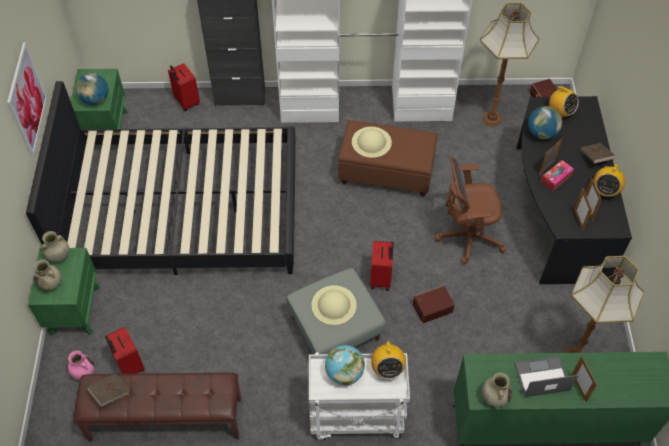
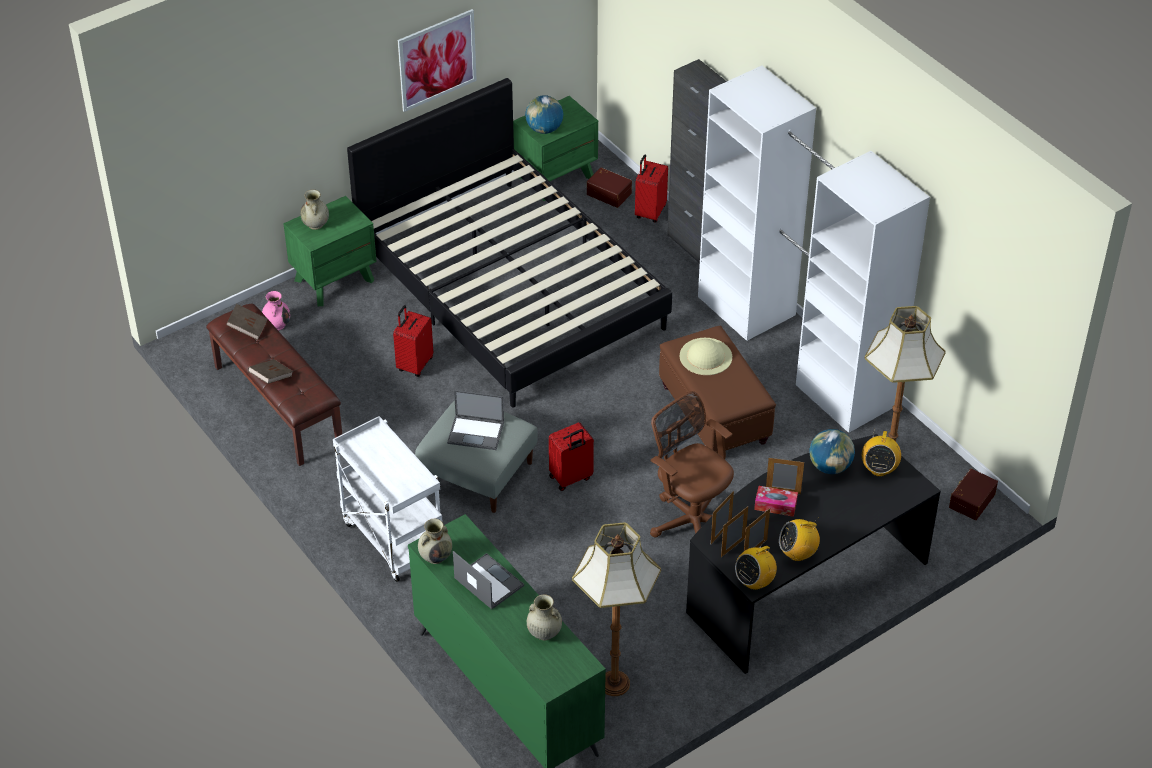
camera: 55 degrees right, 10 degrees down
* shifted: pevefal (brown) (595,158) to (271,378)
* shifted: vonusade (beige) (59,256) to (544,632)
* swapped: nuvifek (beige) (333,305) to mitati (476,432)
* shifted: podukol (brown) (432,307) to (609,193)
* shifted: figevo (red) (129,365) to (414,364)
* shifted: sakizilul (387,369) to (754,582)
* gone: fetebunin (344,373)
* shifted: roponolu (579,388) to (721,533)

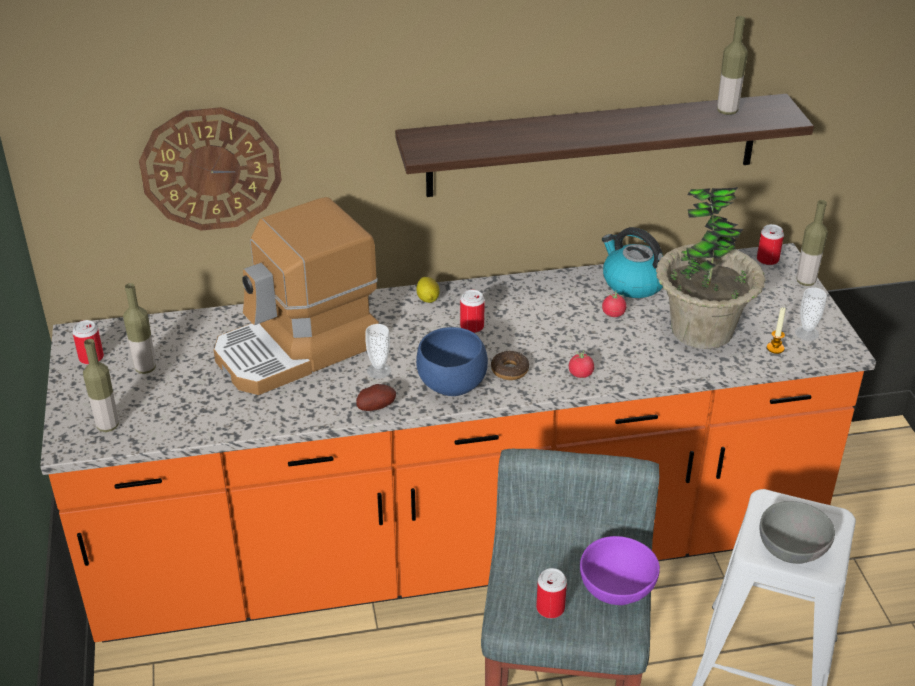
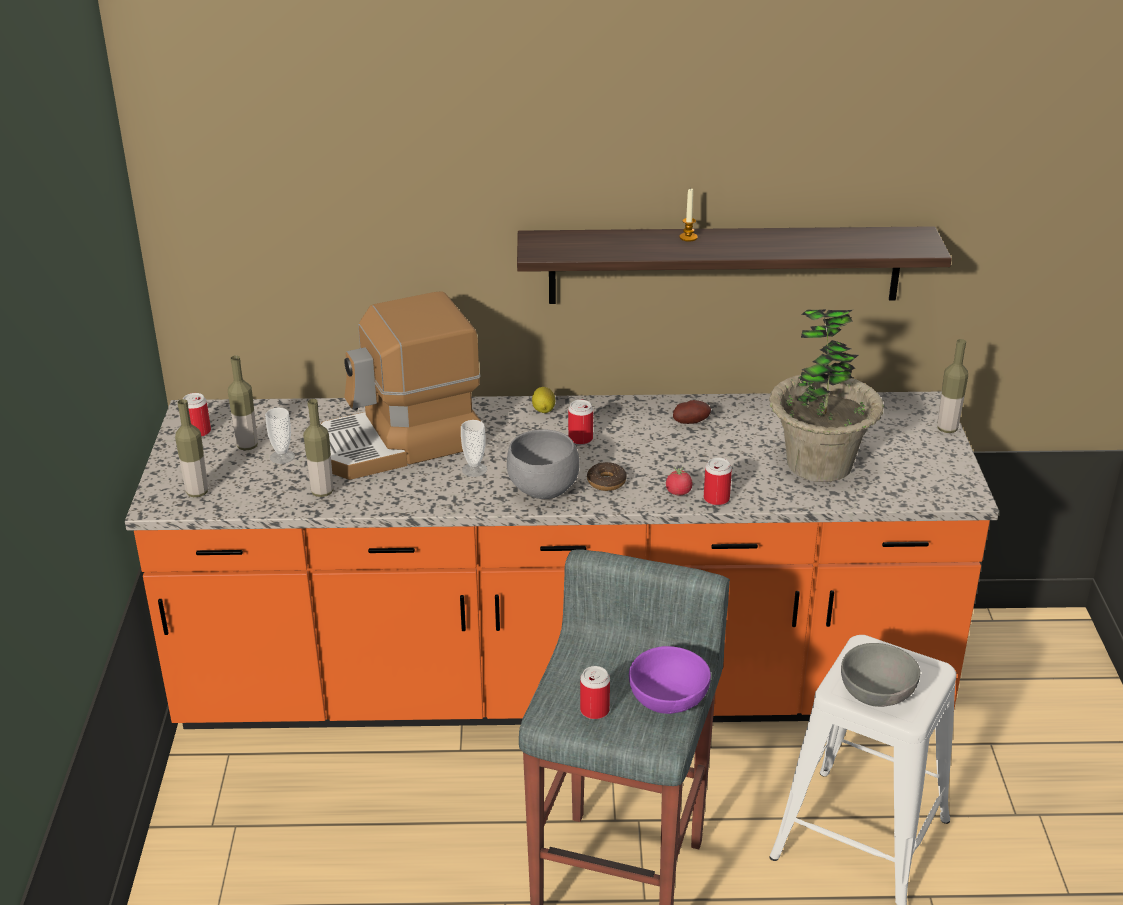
camera: 10 degrees right, 5 degrees down
* shifted: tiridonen (727,111) to (322,492)
* gone: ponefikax (211,169)
* shifted: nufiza (767,260) to (716,499)
* gone: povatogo (633,282)
* shifted: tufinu (806,333) to (282,457)
* gone: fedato (613,314)
* shifted: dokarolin (775,348) to (688,237)
* repainted: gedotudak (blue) (453,387) to gedotudak (grey) (544,491)
* shifted: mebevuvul (376,407) to (690,422)

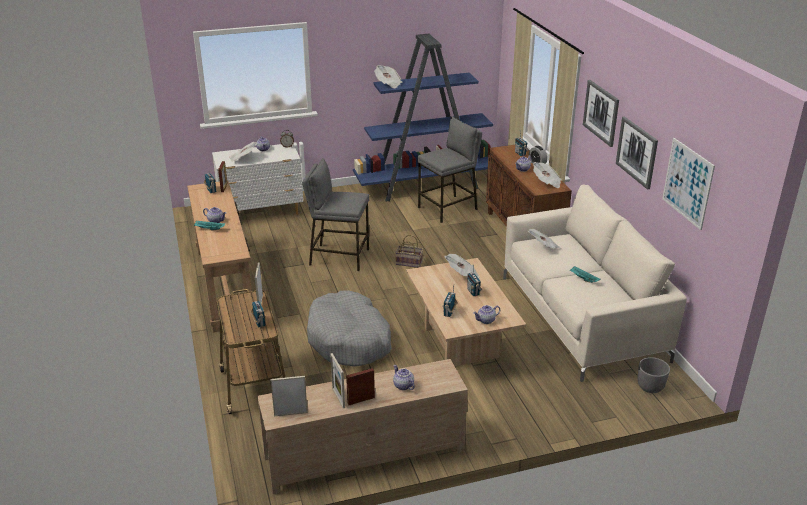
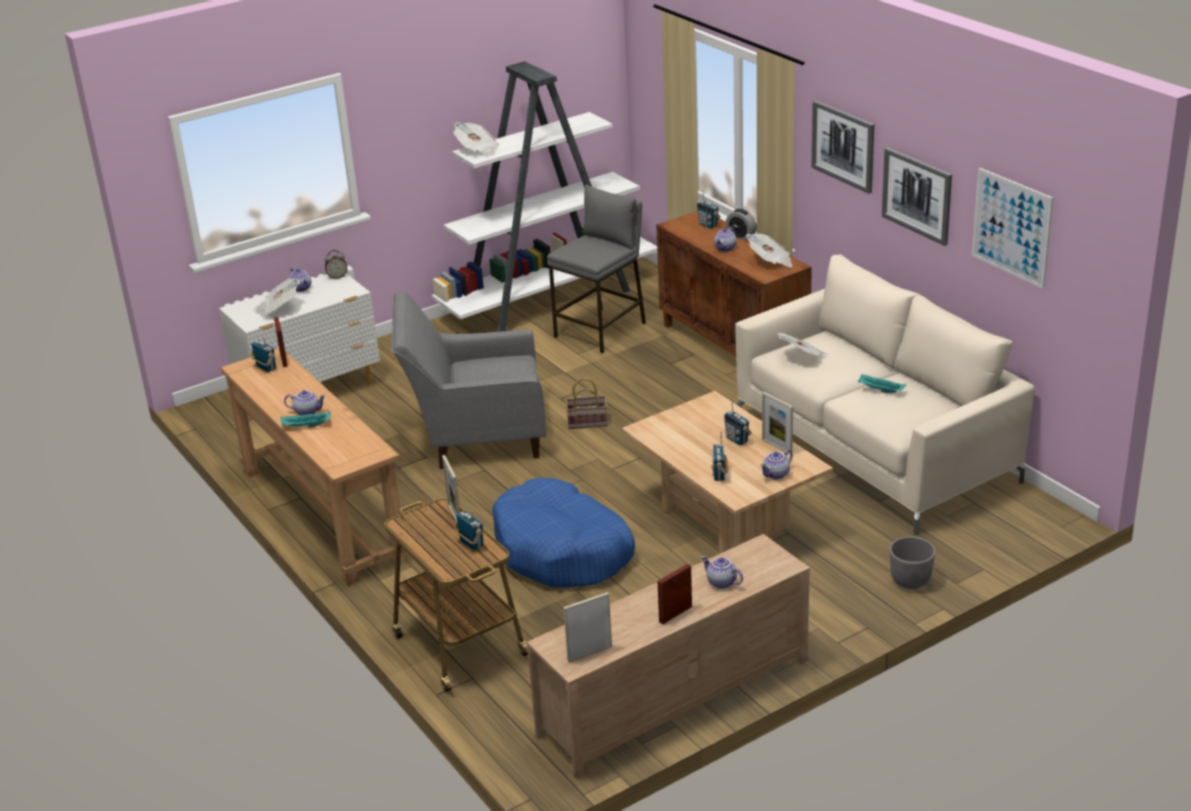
camera: 15 degrees left, 0 degrees up
* repainted: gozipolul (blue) (427,185) to gozipolul (white) (550,300)
* swapped: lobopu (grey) (339,257) to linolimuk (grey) (475,435)
* gone: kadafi (462,274)
* repainted: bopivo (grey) (349,340) to bopivo (blue) (562,551)
* shifted: roponolu (338,398) to (777,447)
* shifted: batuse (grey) (650,388) to (910,582)

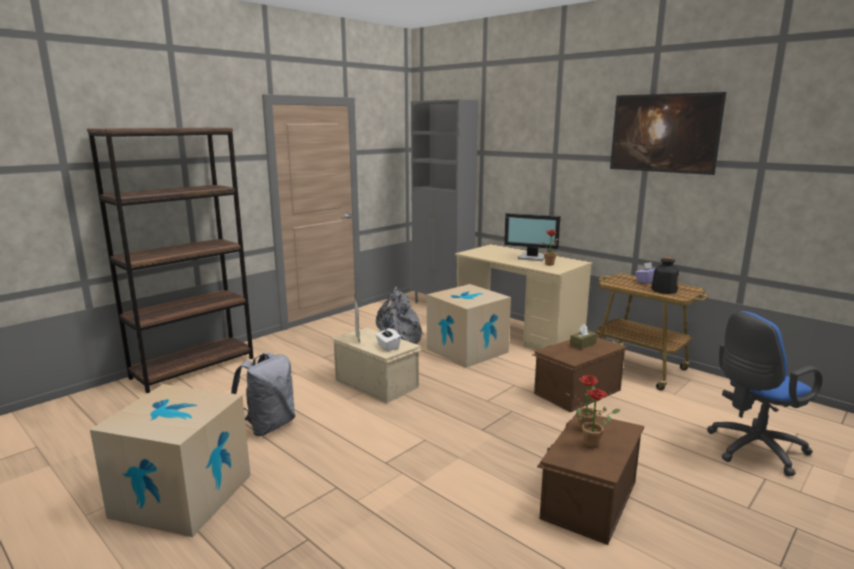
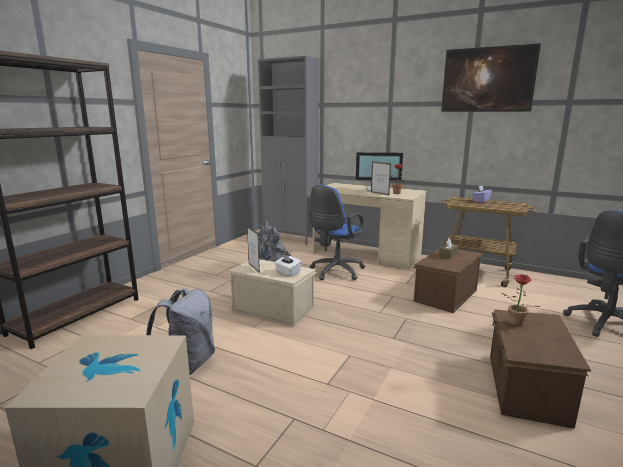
camera: 15 degrees left, 0 degrees up
* gone: tiridonen (663,290)
* swapped: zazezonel (467,350) to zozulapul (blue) (335,272)
* gone: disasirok (594,443)
* new: roponolu (379,194)

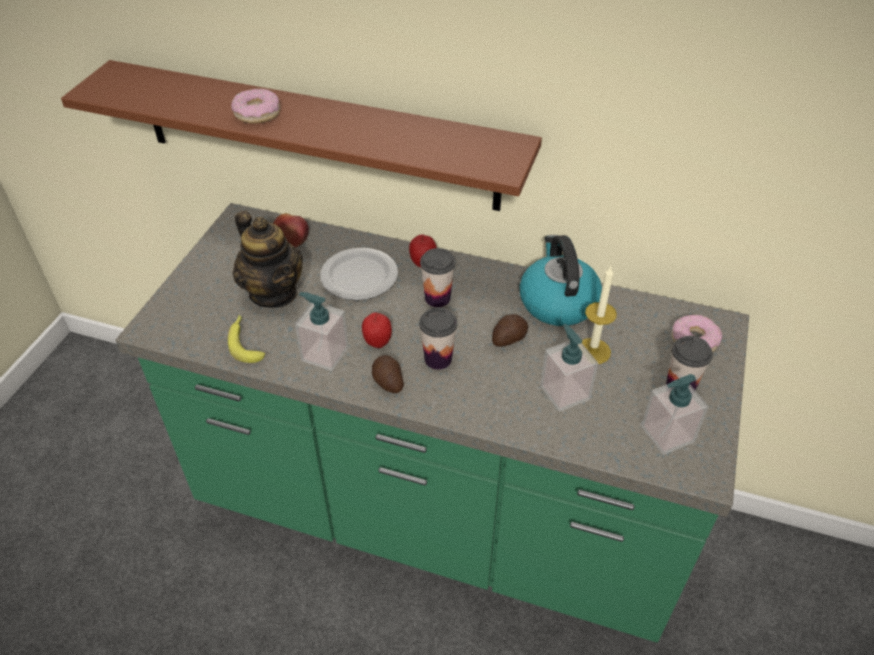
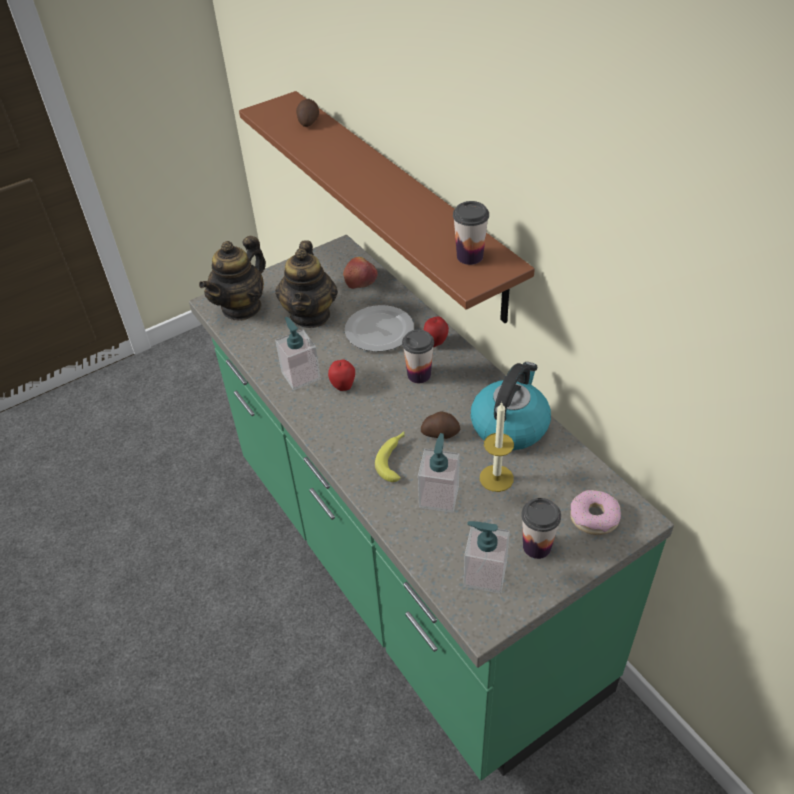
camera: 40 degrees right, 0 degrees up
* gone: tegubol (257,113)
* shifted: tufinu (438,359) to (470,256)
* shifted: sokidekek (245,342) to (394,459)
* shifted: mebevuvul (387,382) to (308,121)
* new: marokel (241,307)

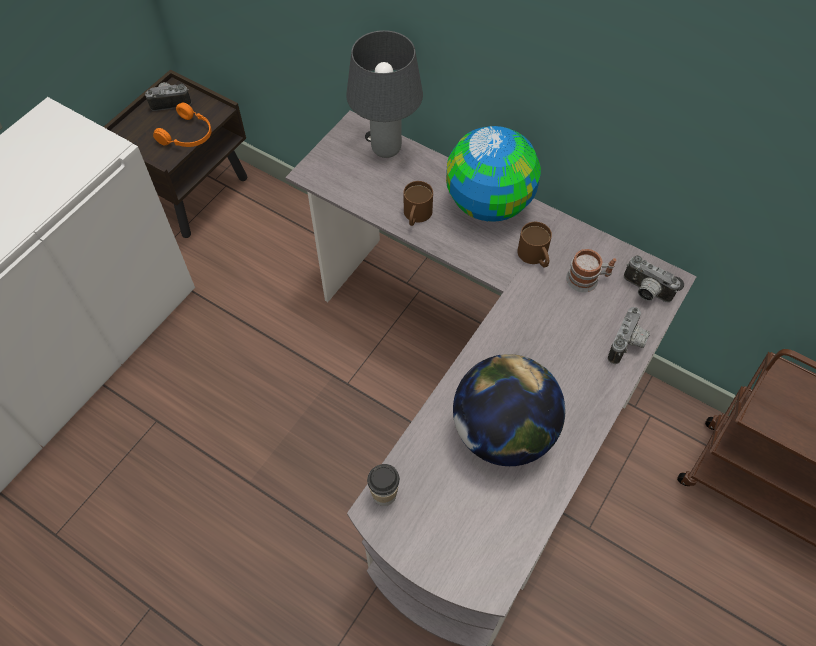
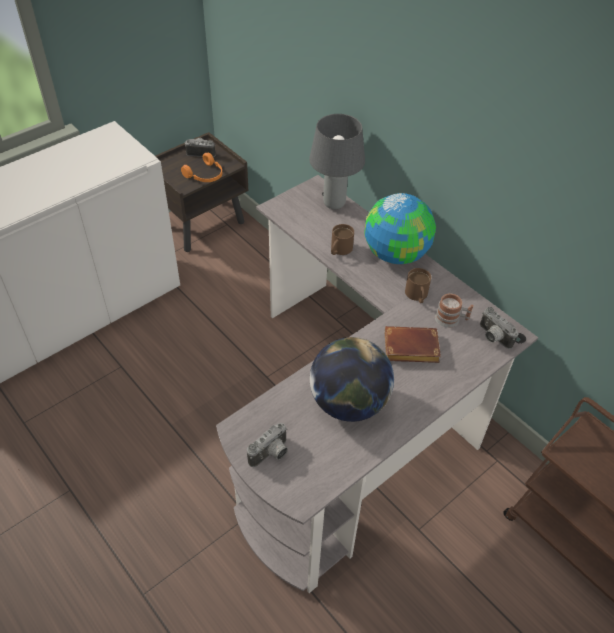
camera: 15 degrees right, 10 degrees down
* shifted: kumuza (628,345) to (271,455)
* gone: tufinu (384,494)
* new: pevefal (brown) (409,349)

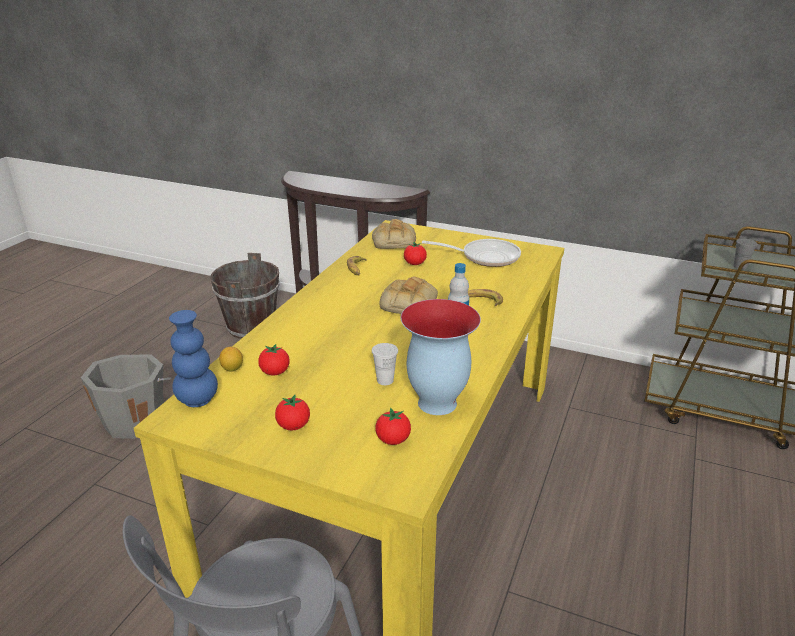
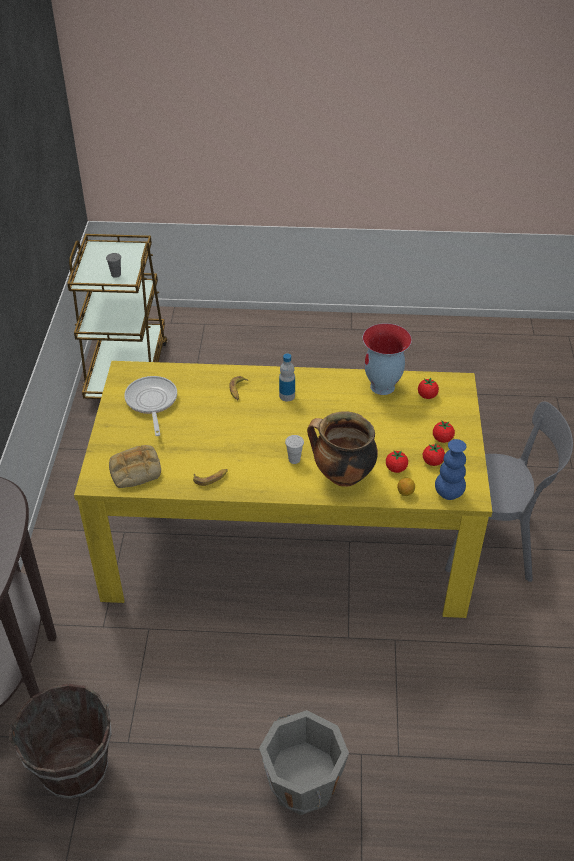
camera: 110 degrees left, 15 degrees up
* shifted: fedato (415,264) to (432,462)
* gone: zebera (408,303)
* shifted: tufinu (white) (385,380) to (294,459)
* new: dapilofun (342,476)

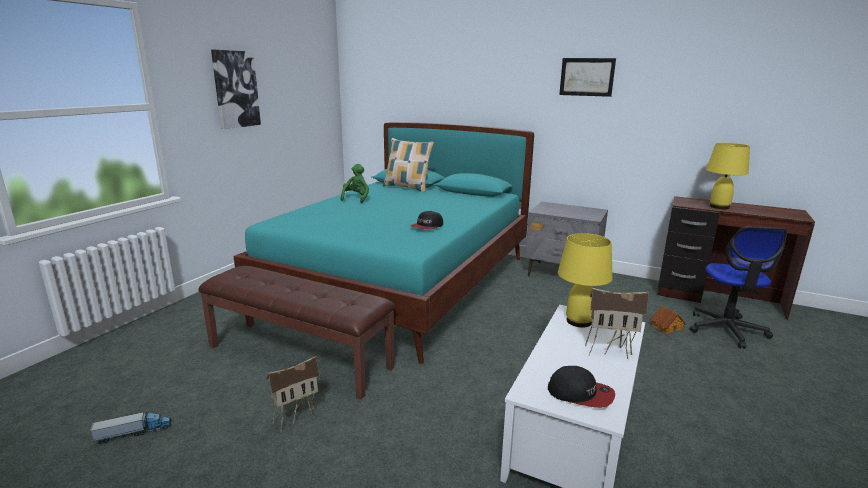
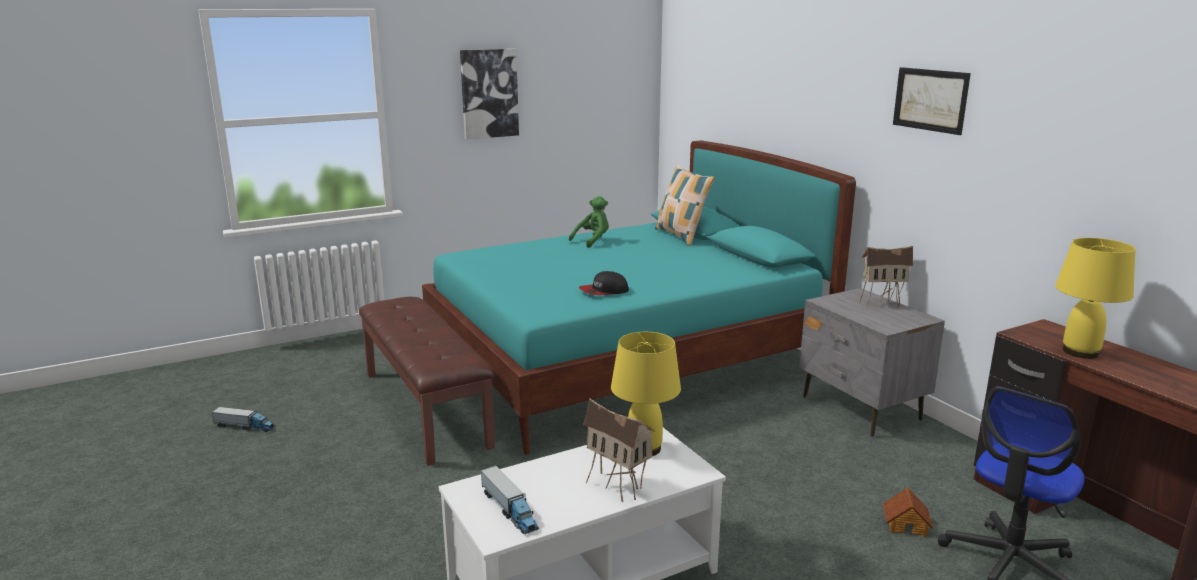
camera: 35 degrees right, 0 degrees up
* shifted: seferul (295,417) to (881,304)
* swapped: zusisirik (580,393) to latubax (509,510)

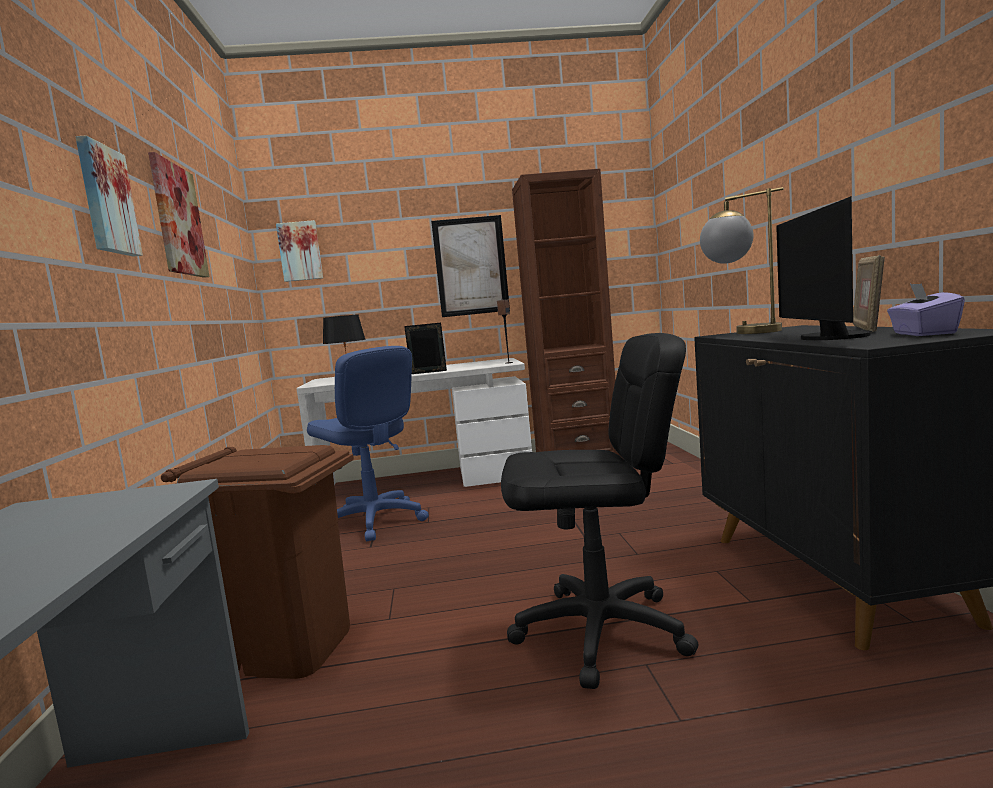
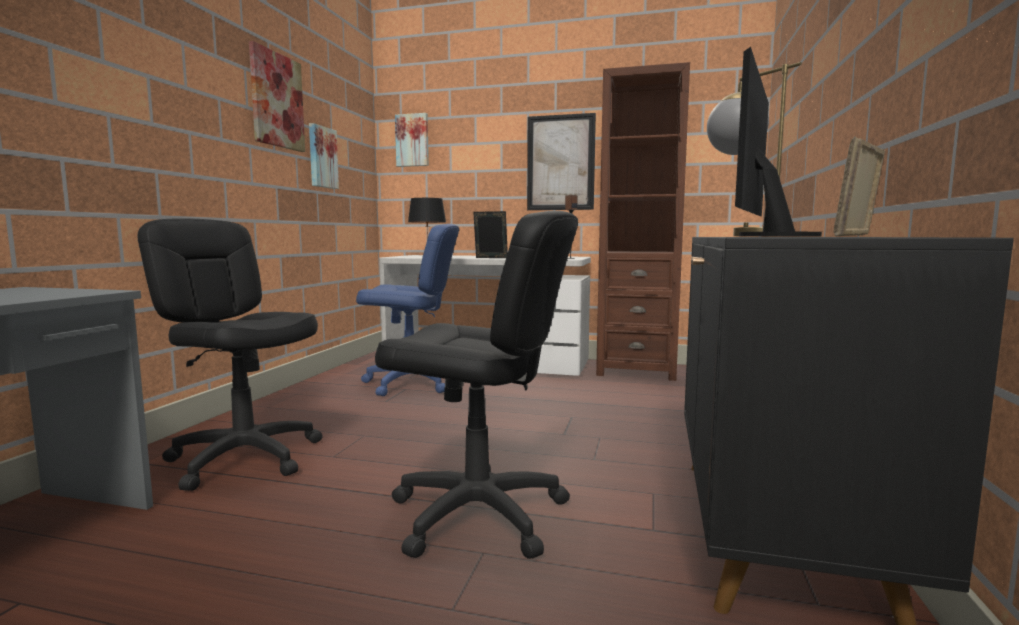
camera: 20 degrees right, 0 degrees up
* shifted: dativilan (106,200) to (322,157)
* gone: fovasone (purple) (923,334)
* rotated: zozulapul (blue) (374,521) = (411,383) 60 degrees counterclockwise
* swapped: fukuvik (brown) (290,648) to zozulapul (black) (245,458)

